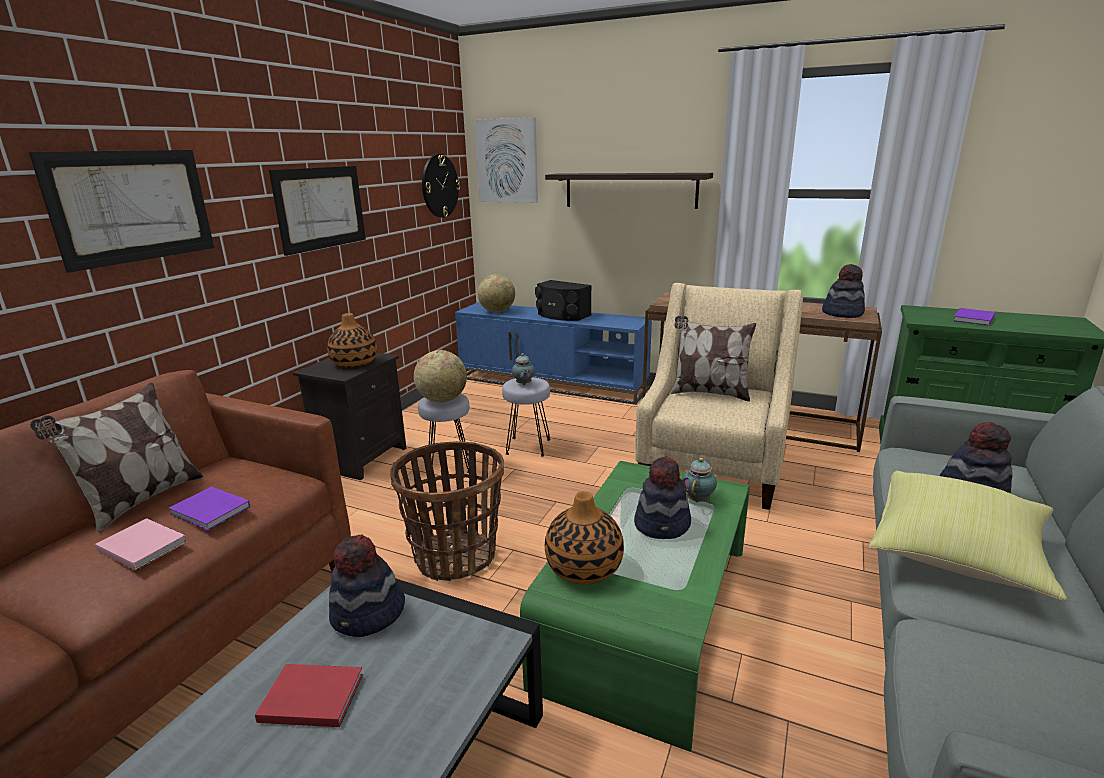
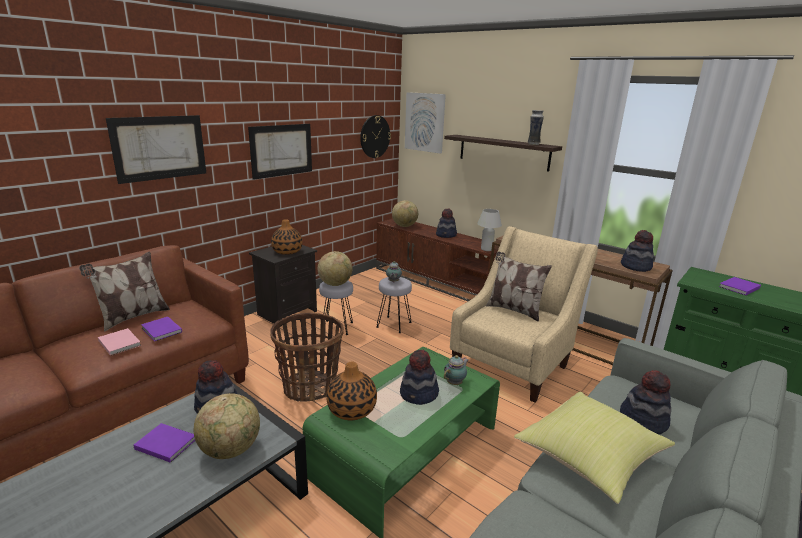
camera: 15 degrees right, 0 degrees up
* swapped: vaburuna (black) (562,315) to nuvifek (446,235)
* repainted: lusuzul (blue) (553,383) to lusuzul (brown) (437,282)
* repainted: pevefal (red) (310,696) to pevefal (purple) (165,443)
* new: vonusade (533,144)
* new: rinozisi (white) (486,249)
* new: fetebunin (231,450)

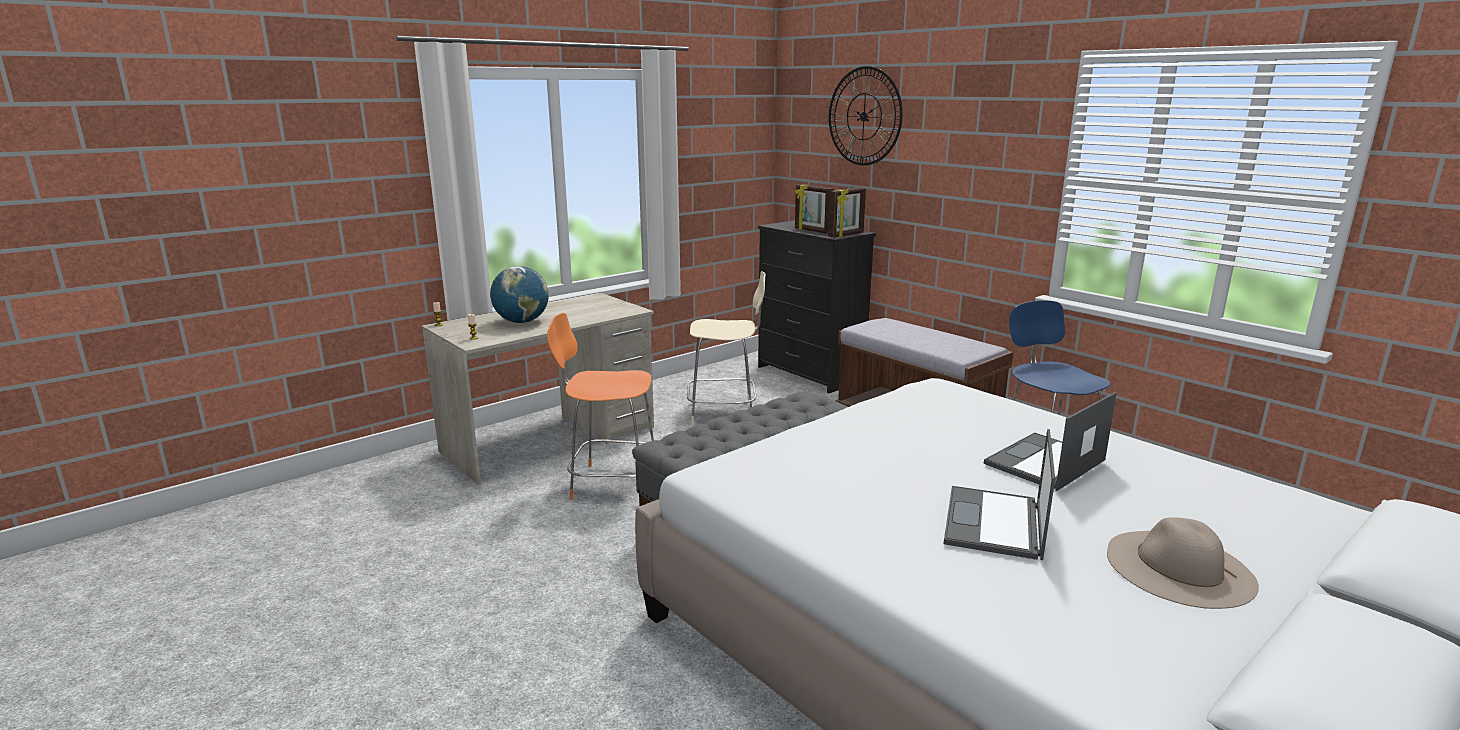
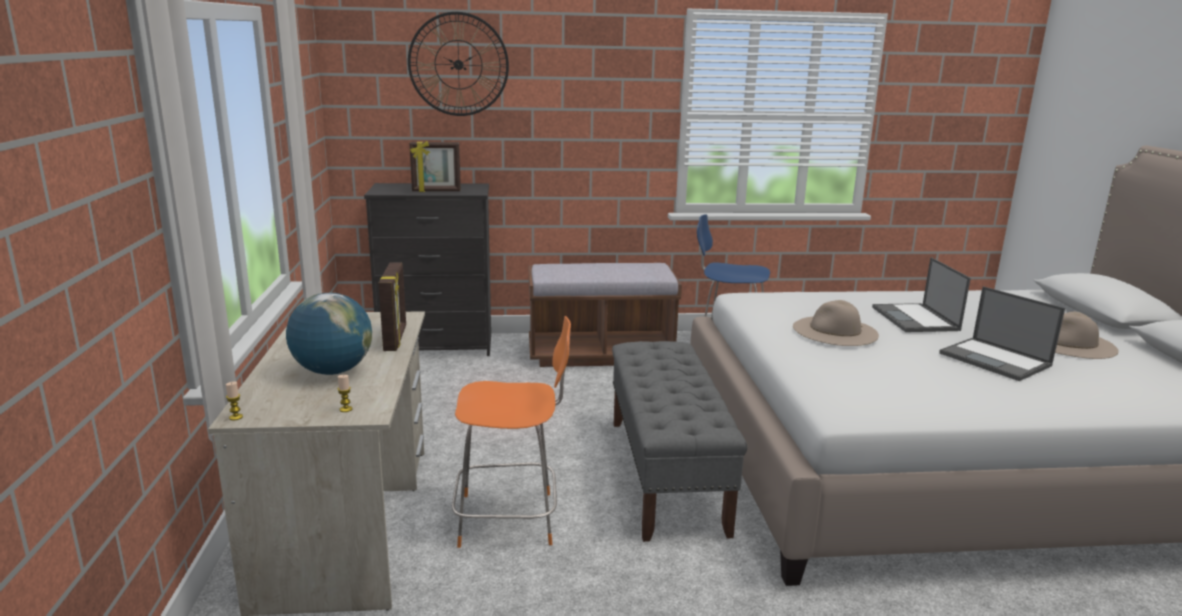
camera: 55 degrees left, 0 degrees up
* shifted: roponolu (846,235) to (396,339)
* gone: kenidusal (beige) (725,412)
* rotated: kenidusal (orange) (611,483) = (511,519) 135 degrees counterclockwise
* new: nuvifek (beige) (835,331)

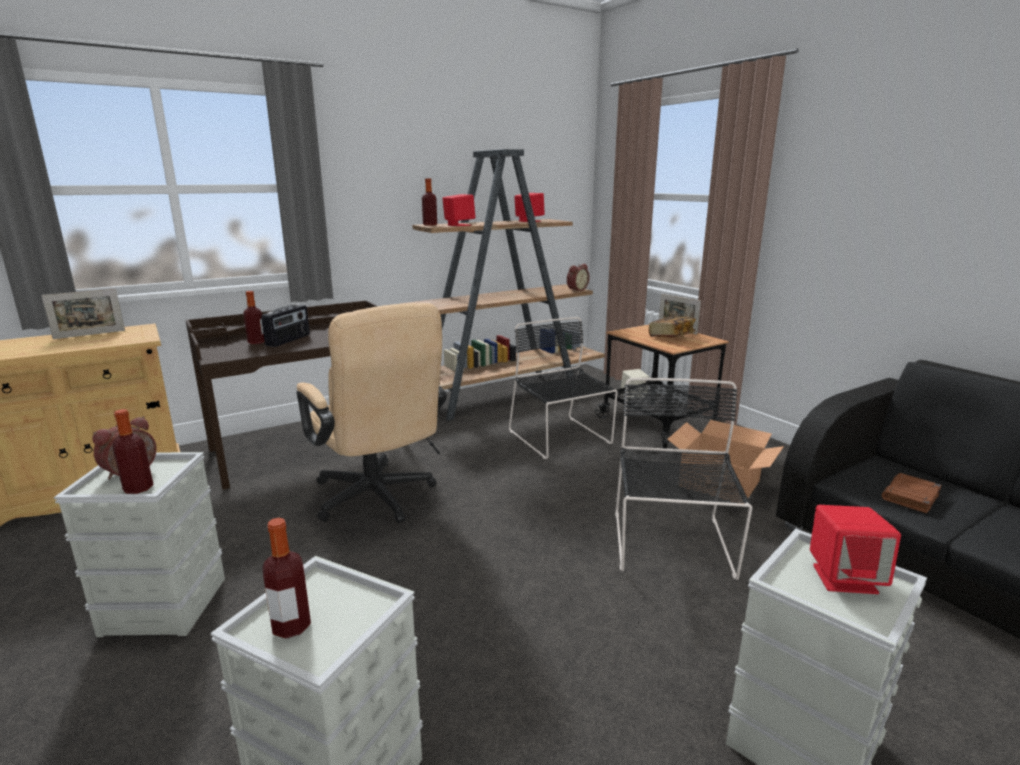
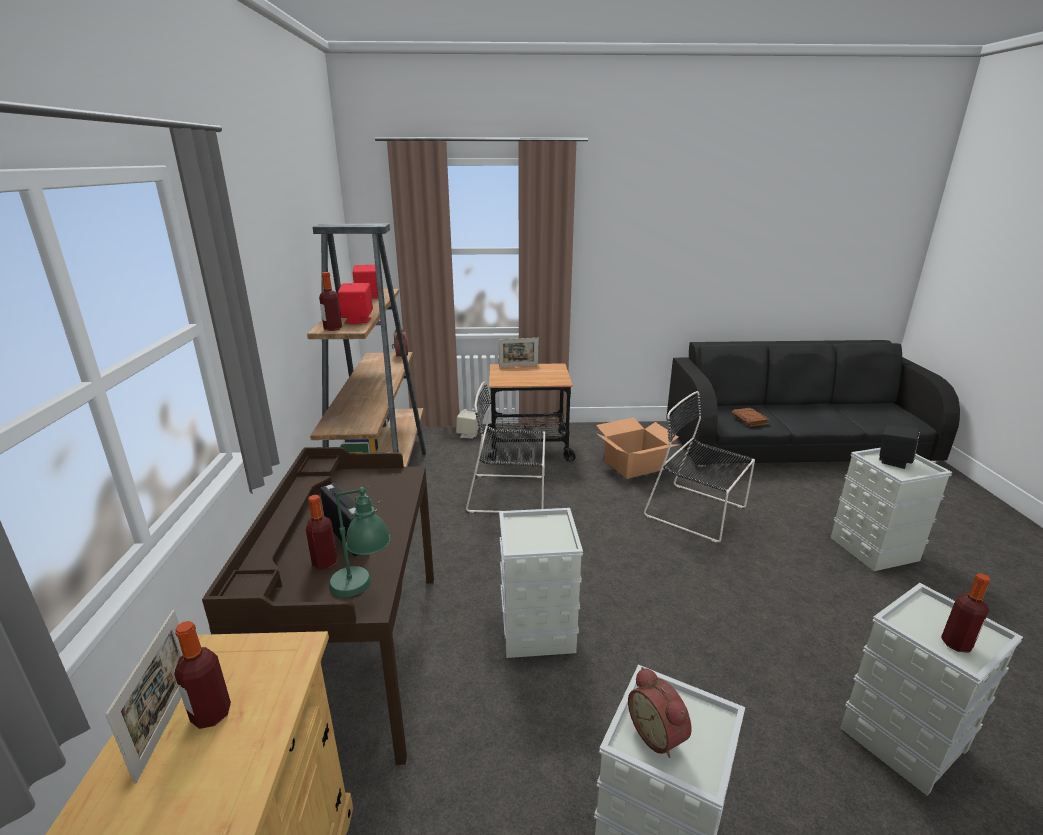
camera: 60 degrees left, 5 degrees up
* swapped: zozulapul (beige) (378,500) to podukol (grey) (538,630)
* gone: pevefal (671,337)
* shifted: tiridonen (138,488) to (211,714)
* repainted: vaburuna (red) (844,578) to vaburuna (black) (893,461)
* new: rinozisi (green) (363,589)

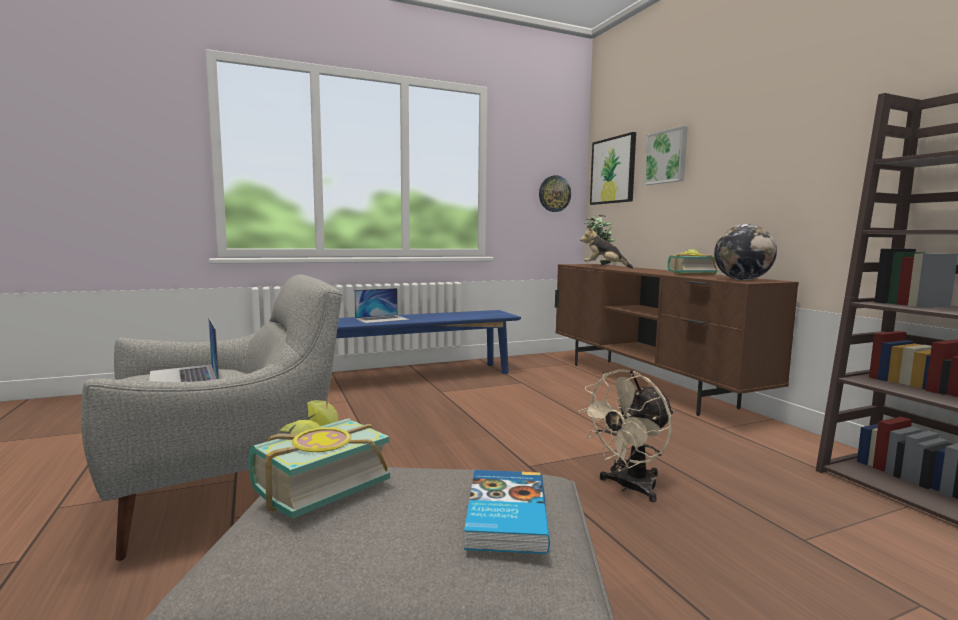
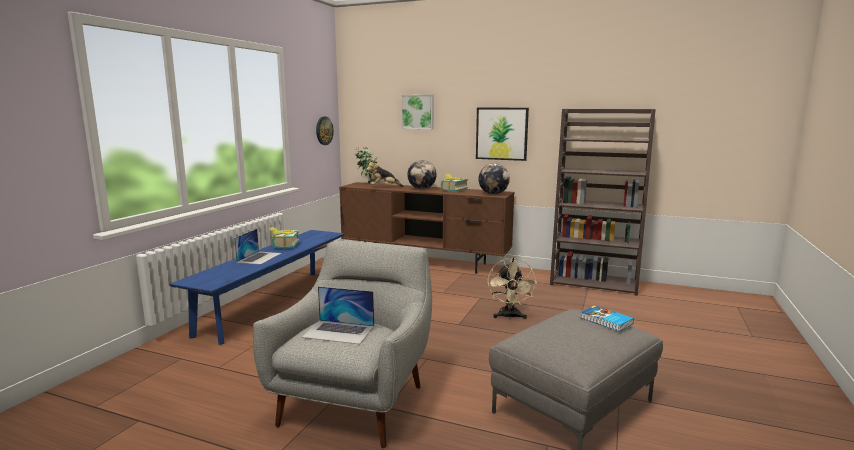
camera: 45 degrees left, 5 degrees up
* shifted: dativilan (613,170) to (501,133)
* shifted: pevefal (315,485) to (283,245)
* new: fetebunin (422,189)

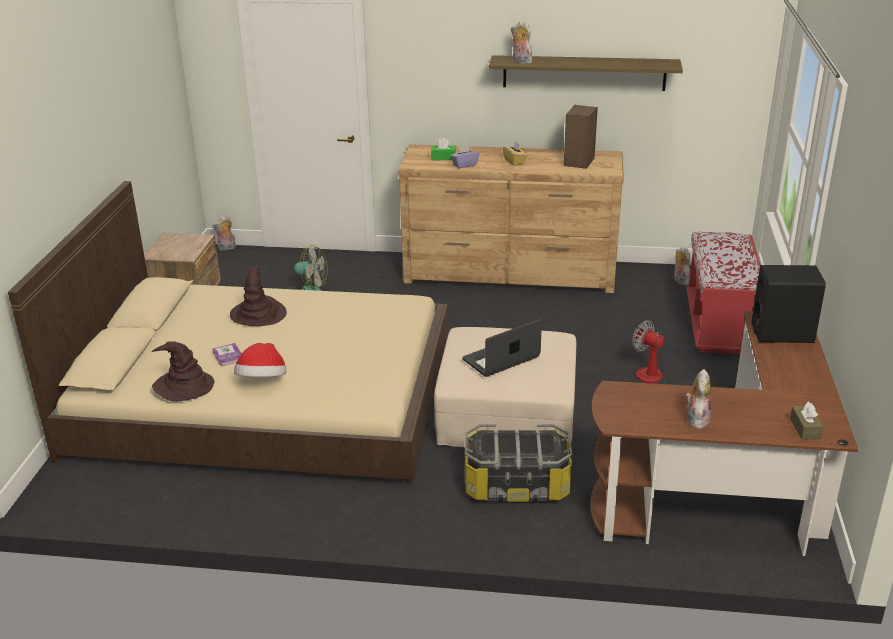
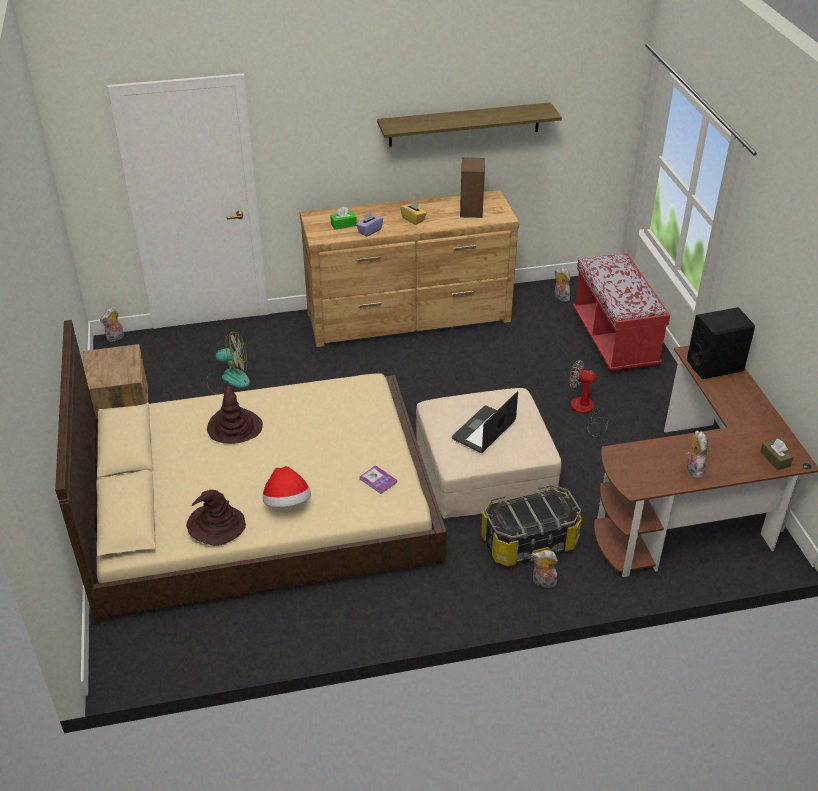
camera: 20 degrees left, 10 degrees up
* shifted: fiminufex (520,62) to (543,582)
* shifted: pevefal (228,355) to (378,480)

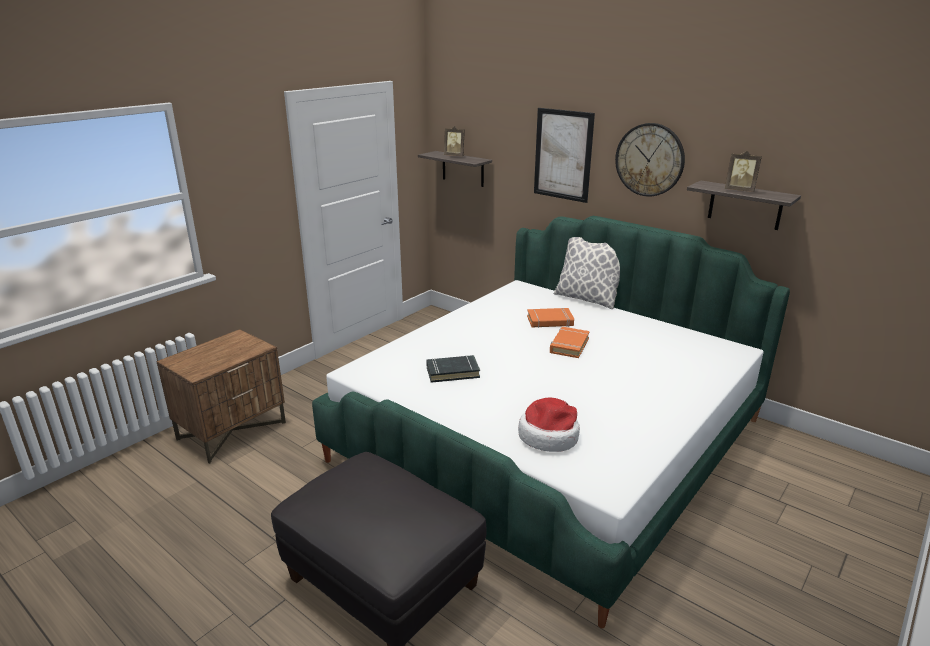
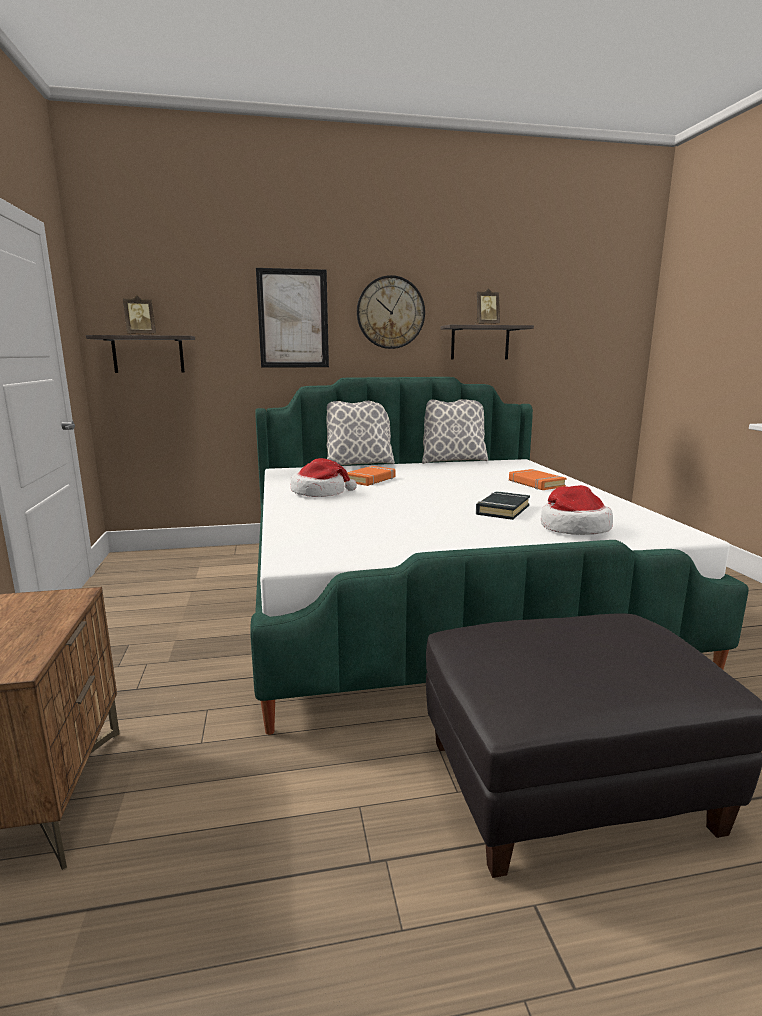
camera: 50 degrees left, 10 degrees down
* shifted: pevefal (orange) (569,345) to (536,484)
* shifted: pevefal (black) (452,372) to (502,510)
* new: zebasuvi (452,461)
* new: nuvifek (320,492)

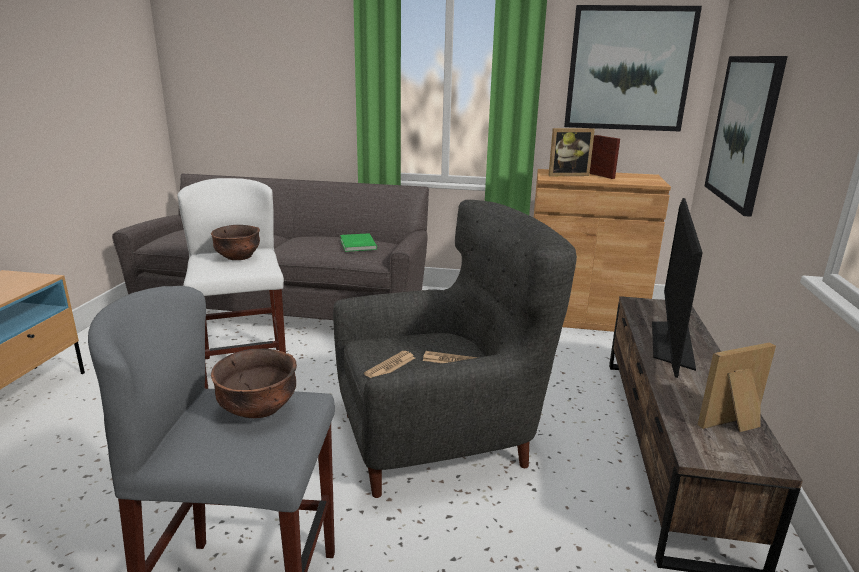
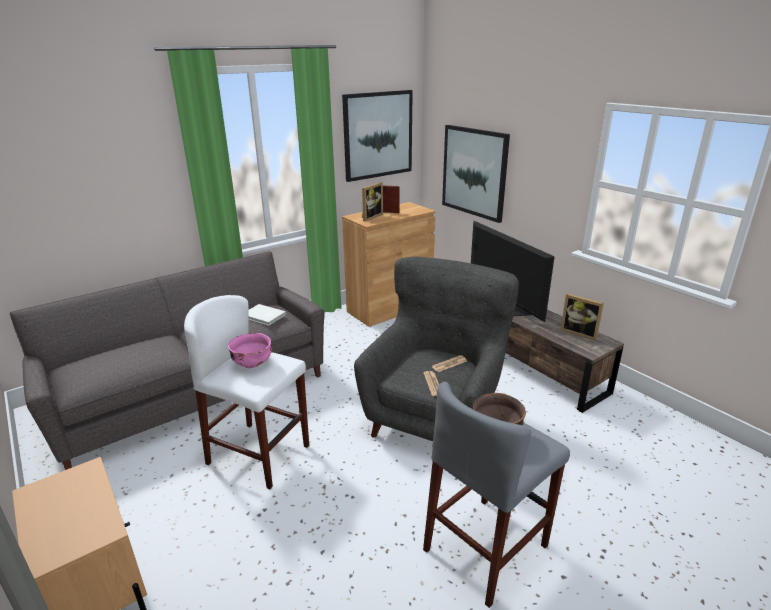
camera: 45 degrees left, 5 degrees up
* repainted: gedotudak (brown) (239,258) to gedotudak (pink) (253,363)
* repainted: pevefal (green) (357,244) to pevefal (white) (263,316)
* rotated: roponolu (734,424) = (579,332) 75 degrees counterclockwise

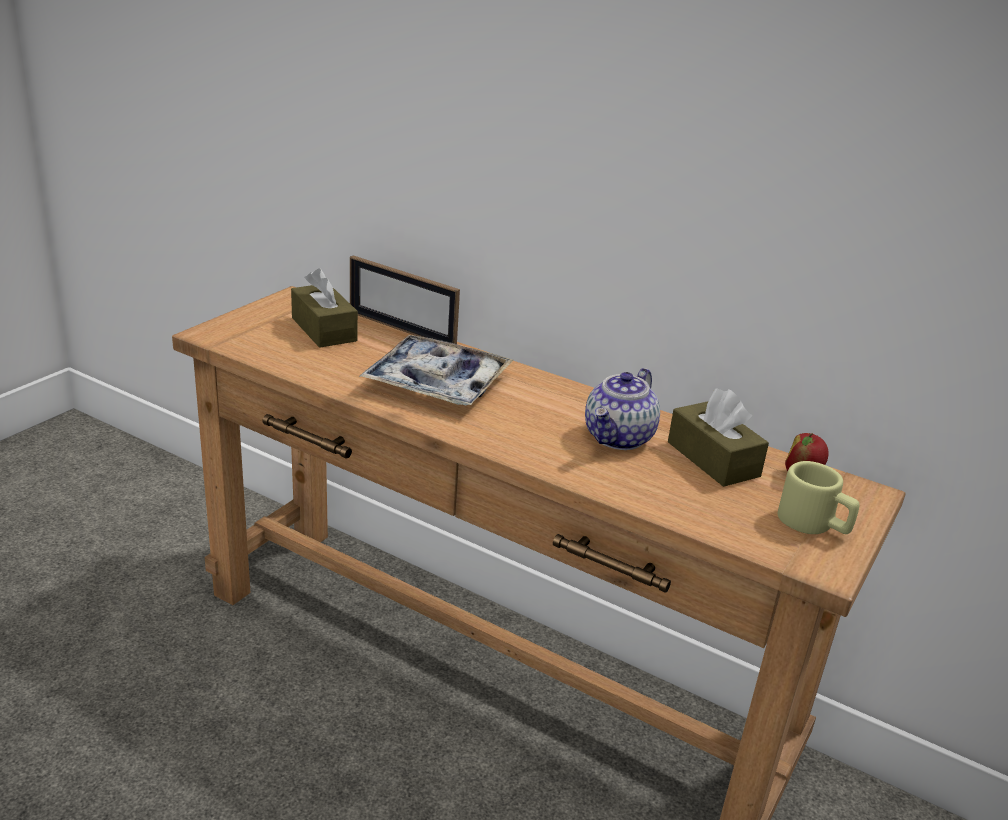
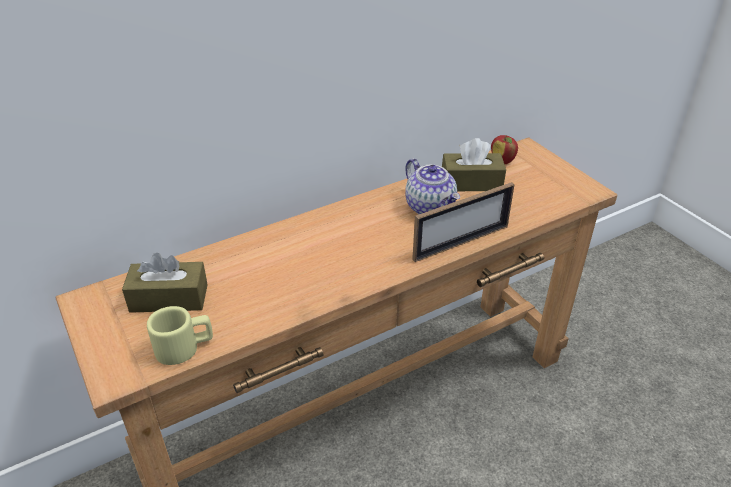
camera: 60 degrees left, 10 degrees up
* shifted: roponolu (401,329) to (461,242)
* gone: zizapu (437,383)
* shifted: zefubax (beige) (814,524) to (185,347)

